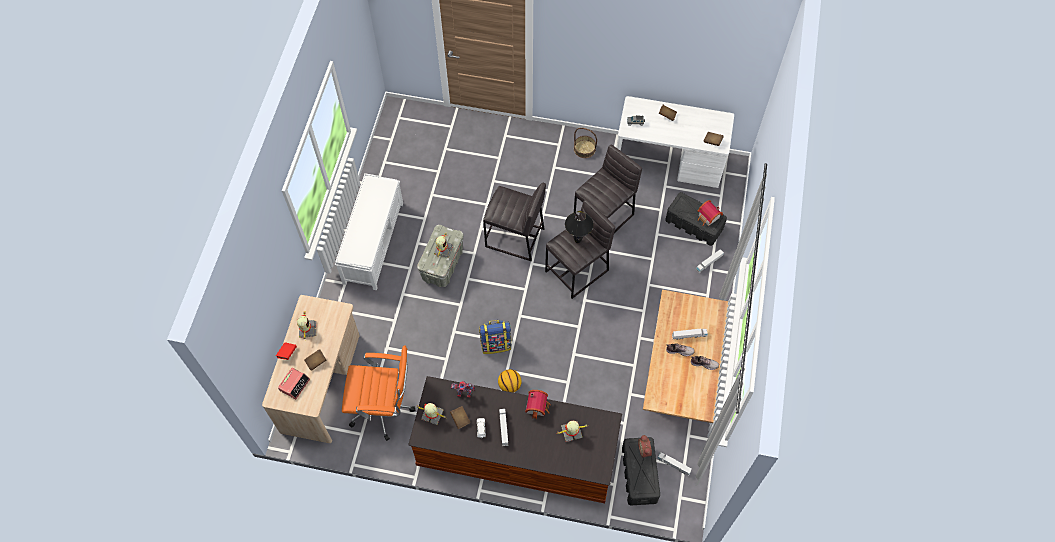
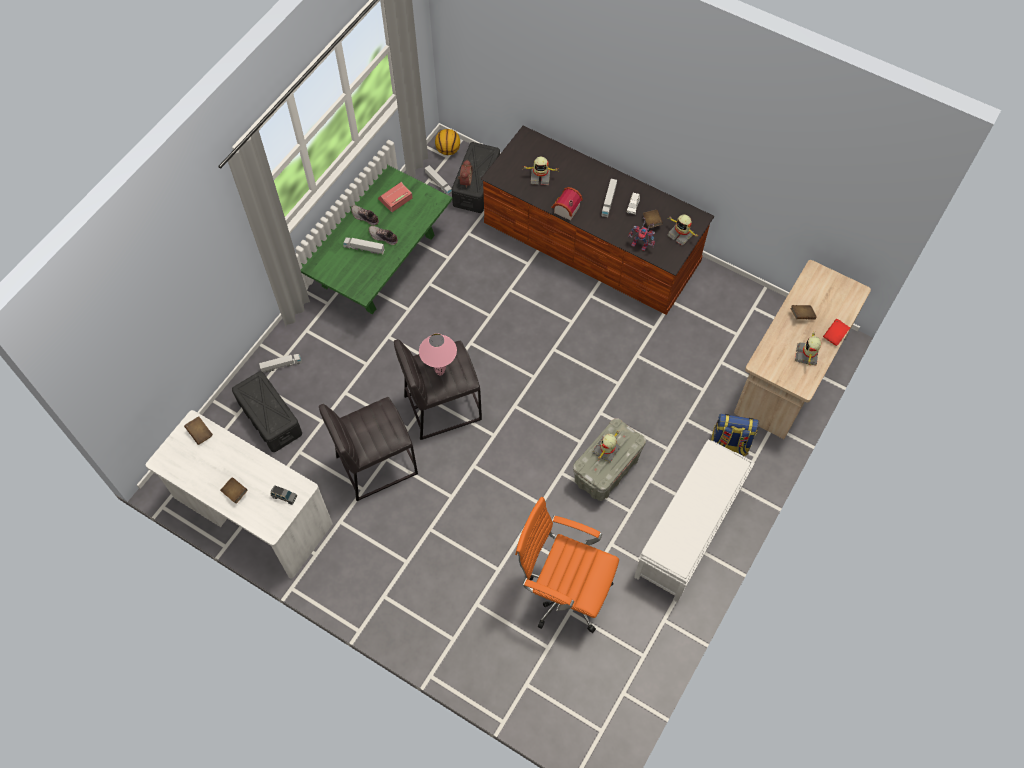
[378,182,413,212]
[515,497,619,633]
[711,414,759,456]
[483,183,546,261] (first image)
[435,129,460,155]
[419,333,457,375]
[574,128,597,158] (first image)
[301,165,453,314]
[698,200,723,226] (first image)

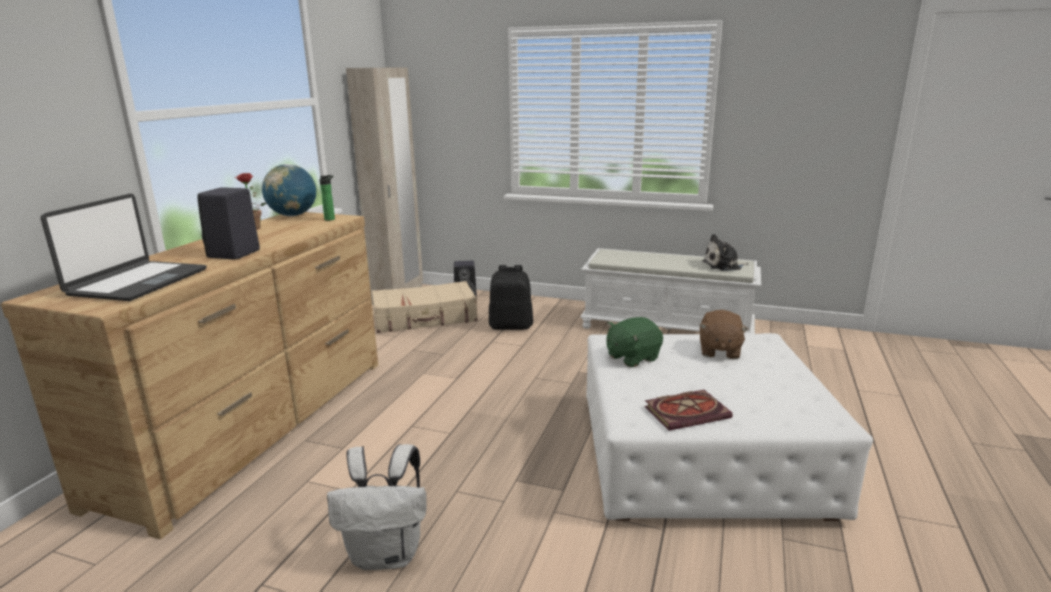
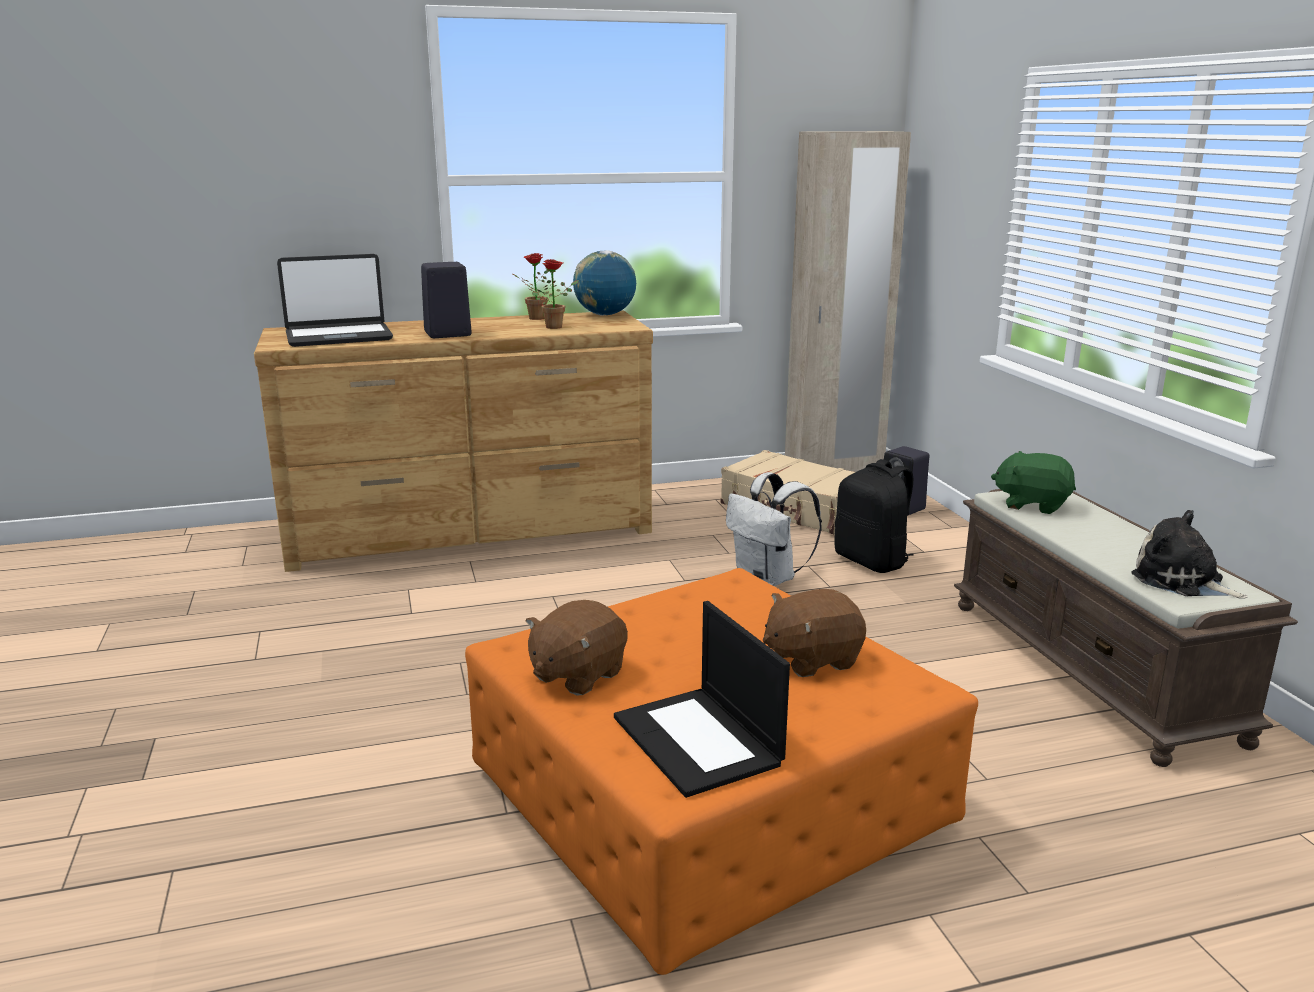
[319,175,335,221] (first image)
[726,472,822,586]
[954,489,1298,767]
[465,568,978,975]
[991,451,1076,514]
[526,600,628,695]
[532,259,579,329]
[614,601,790,798]

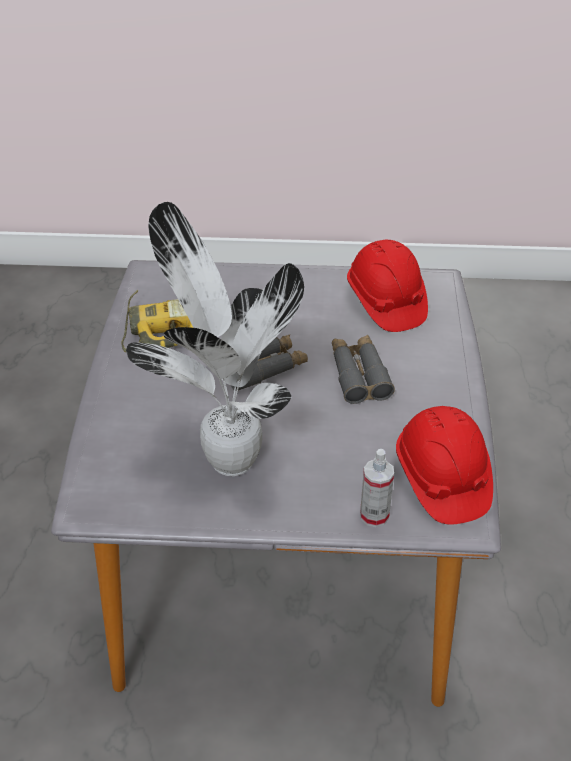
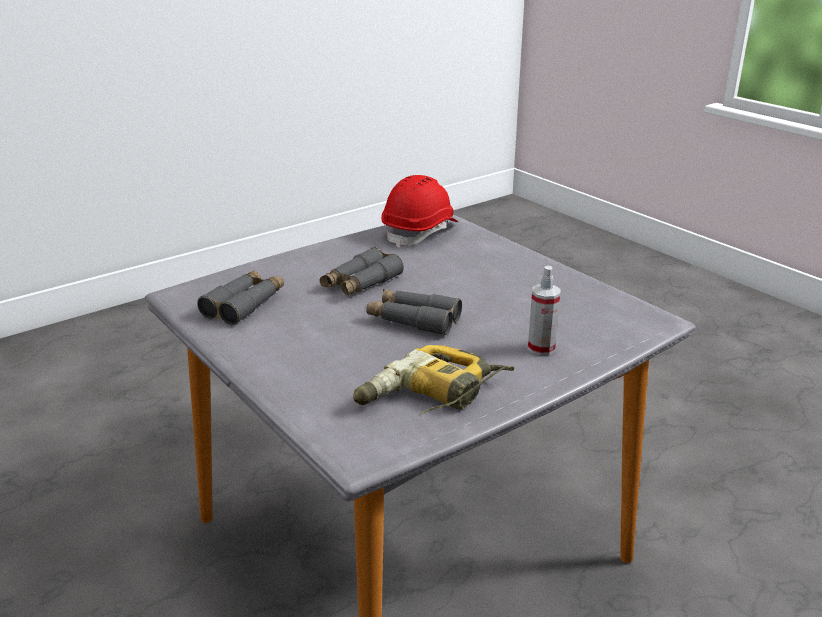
[126,202,304,476] (first image)
[197,271,284,325]
[528,266,561,356]

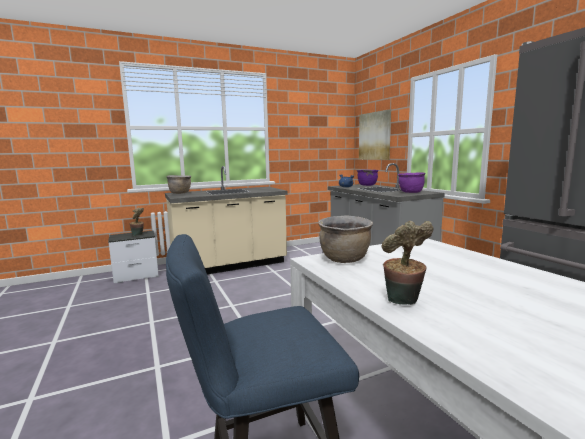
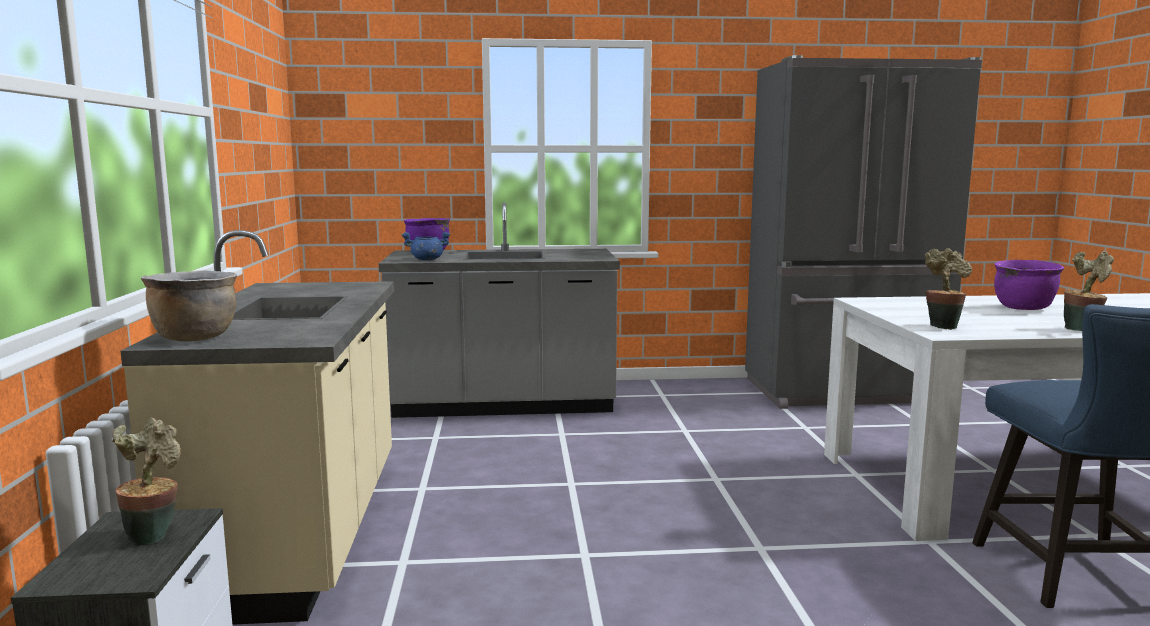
[925,248,972,330]
[359,109,391,160] (first image)
[994,260,1064,310]

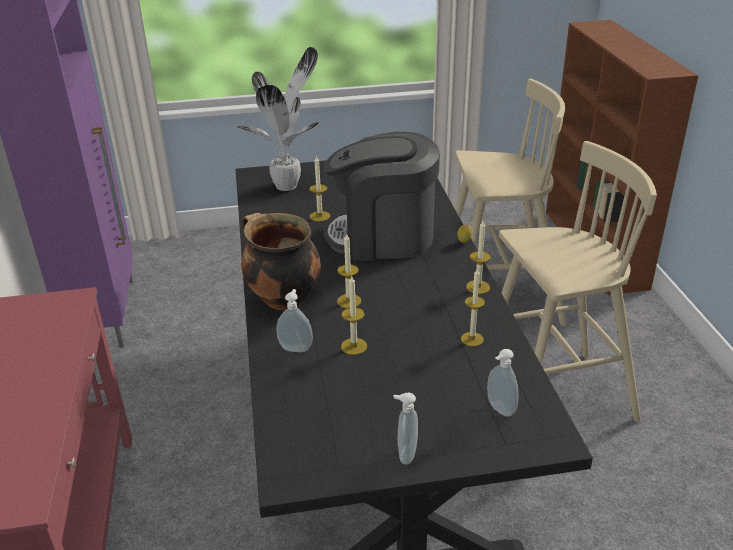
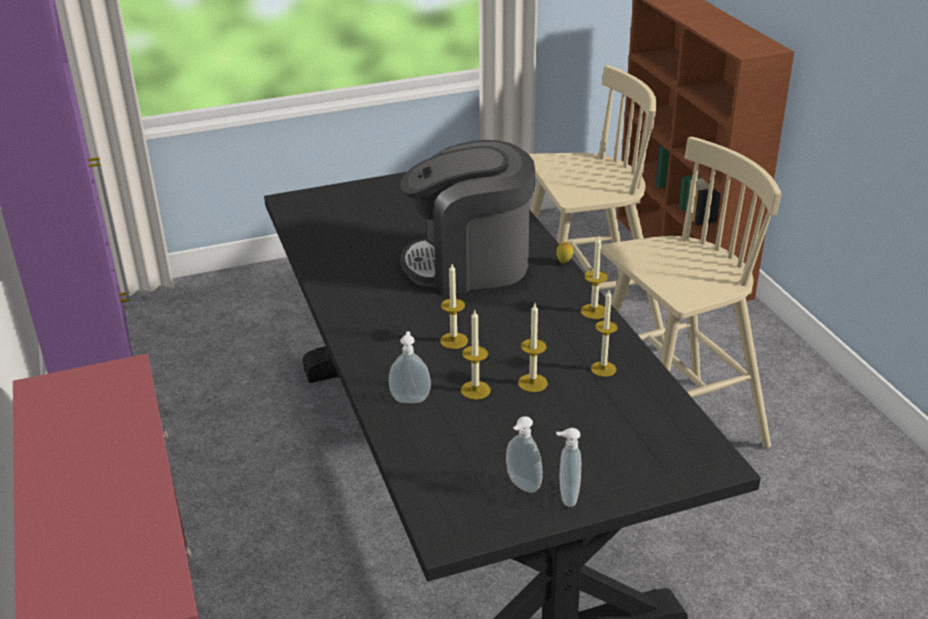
[237,47,320,191] (first image)
[241,213,321,310] (first image)
[518,304,548,392]
[506,416,543,493]

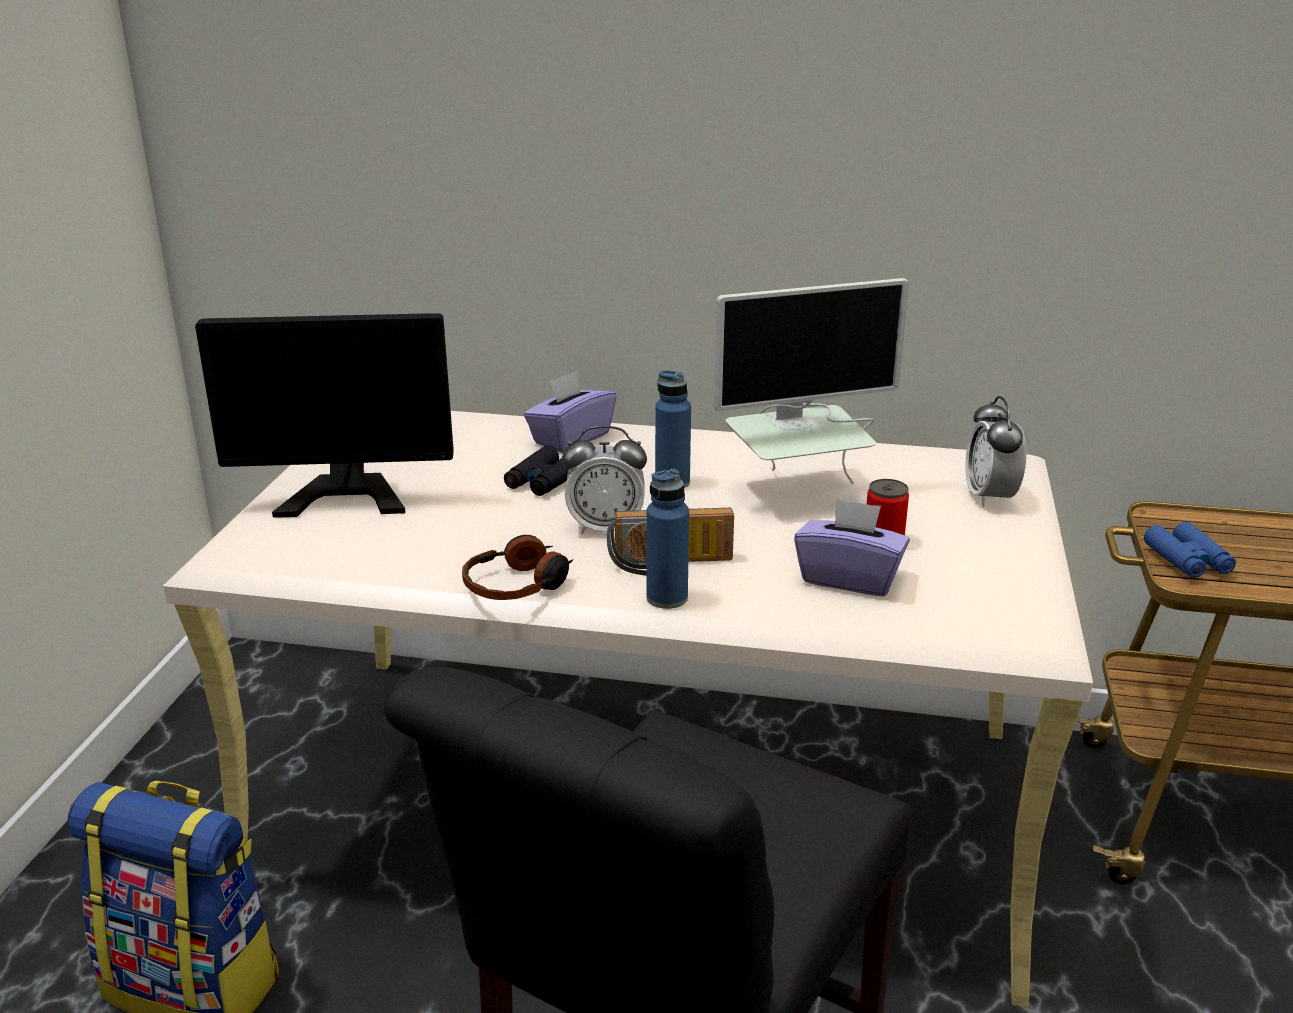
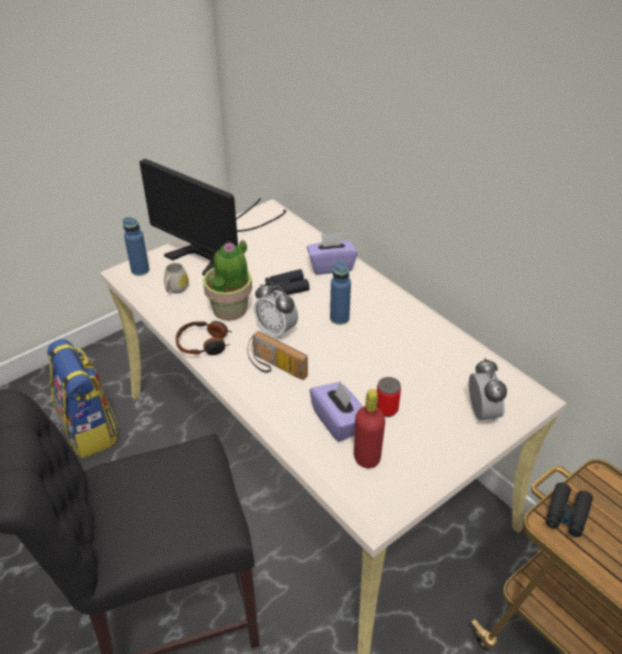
[123,217,149,276]
[713,278,909,484] (first image)
[469,358,507,423]
[546,482,593,537]
[164,263,189,293]
[203,240,252,321]
[354,389,385,468]

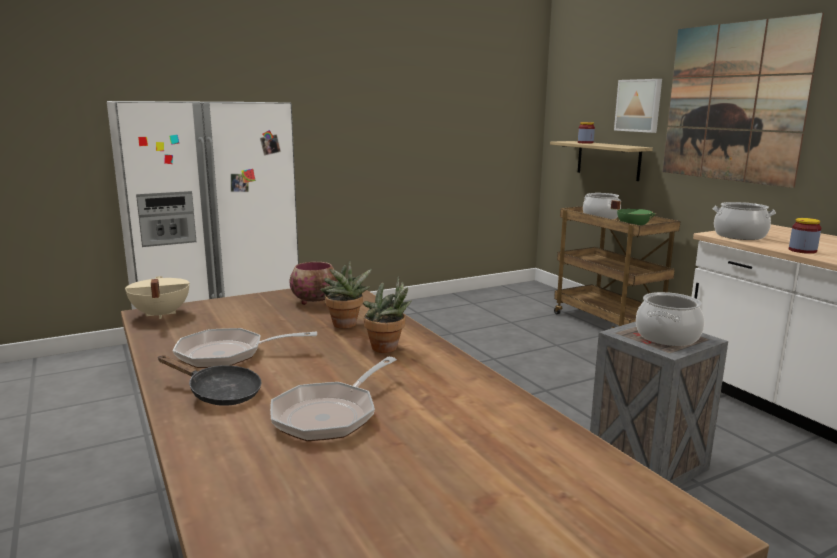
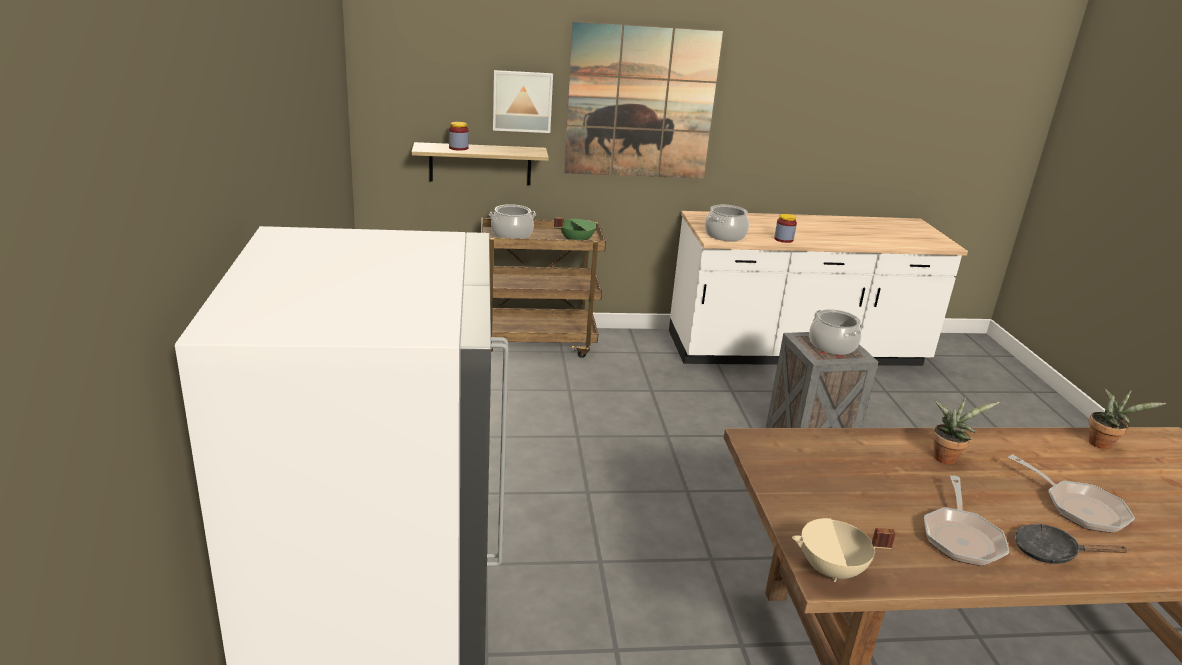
[1015,524,1129,564]
[289,262,338,305] (first image)
[1089,388,1166,449]

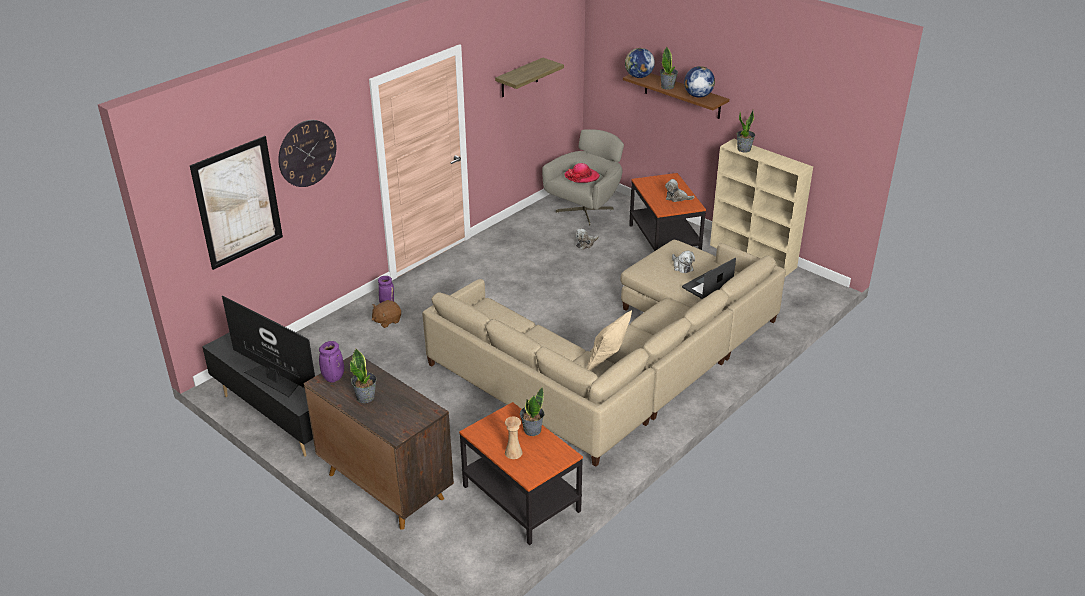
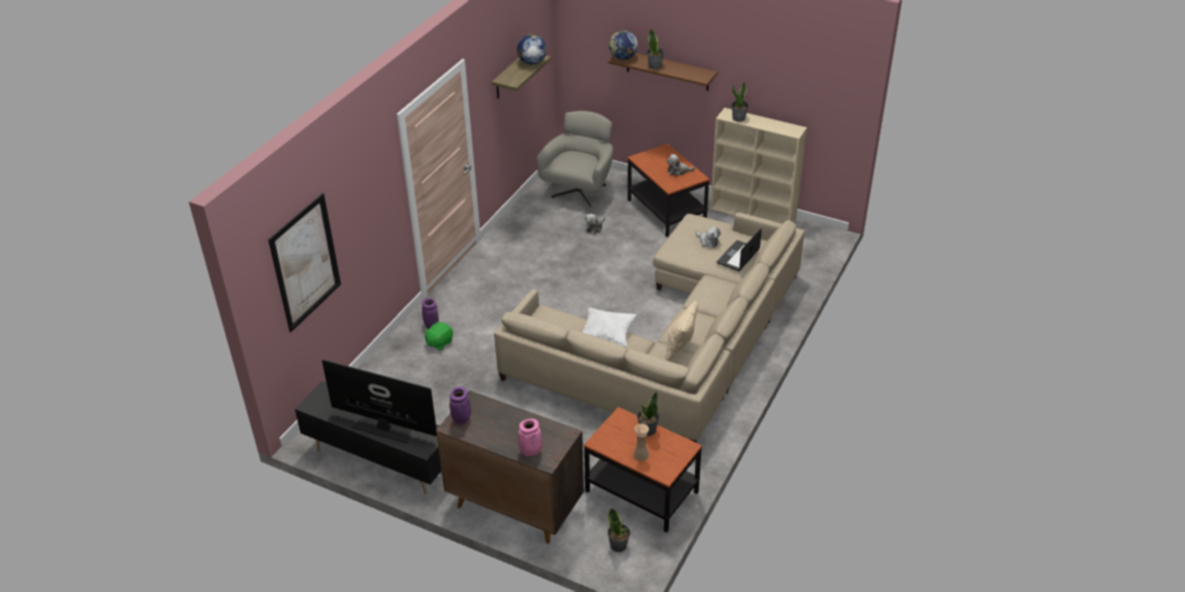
[278,120,336,187] (first image)
[608,508,630,552]
[424,322,453,351]
[564,163,600,183] (first image)
[517,34,547,65]
[518,419,542,456]
[582,308,636,347]

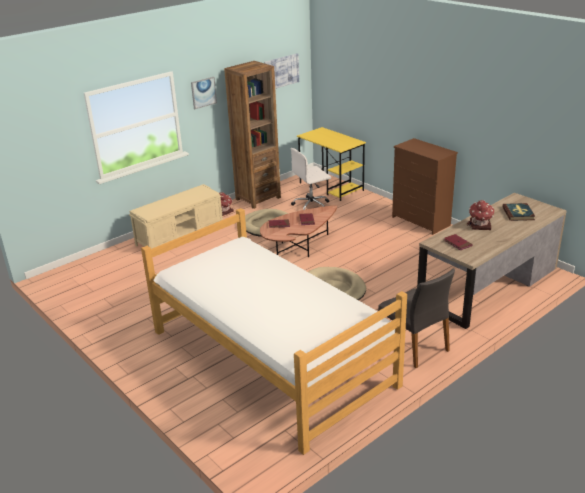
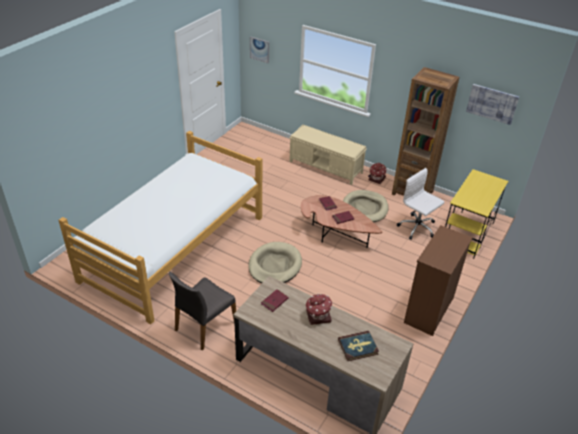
[250,37,269,63]

